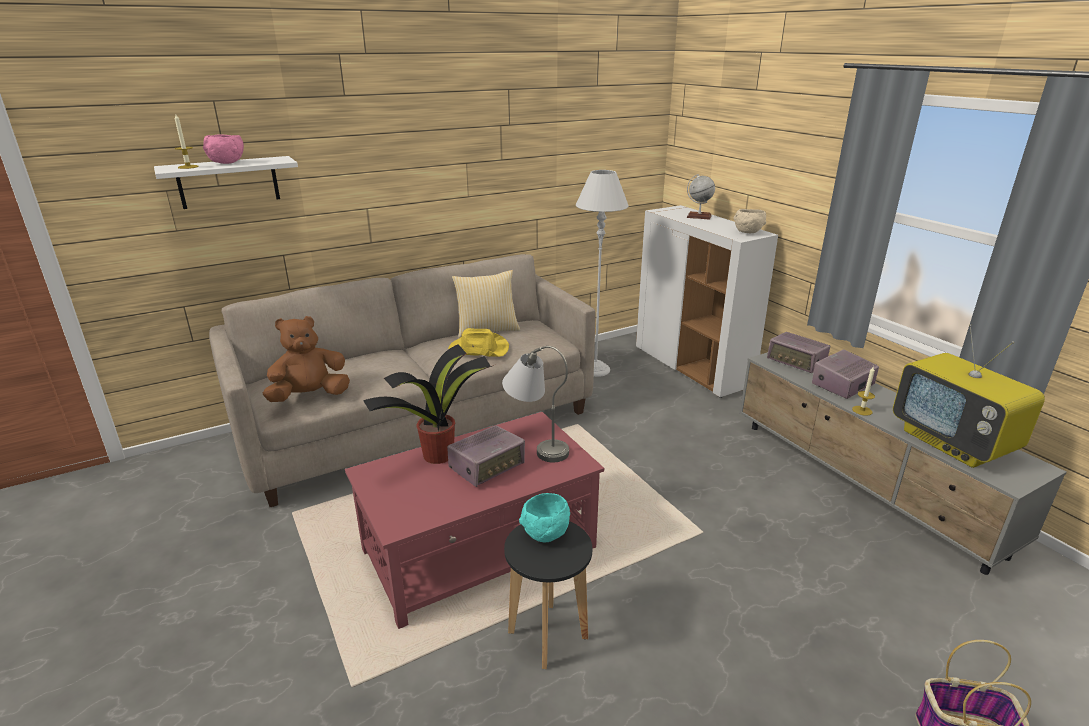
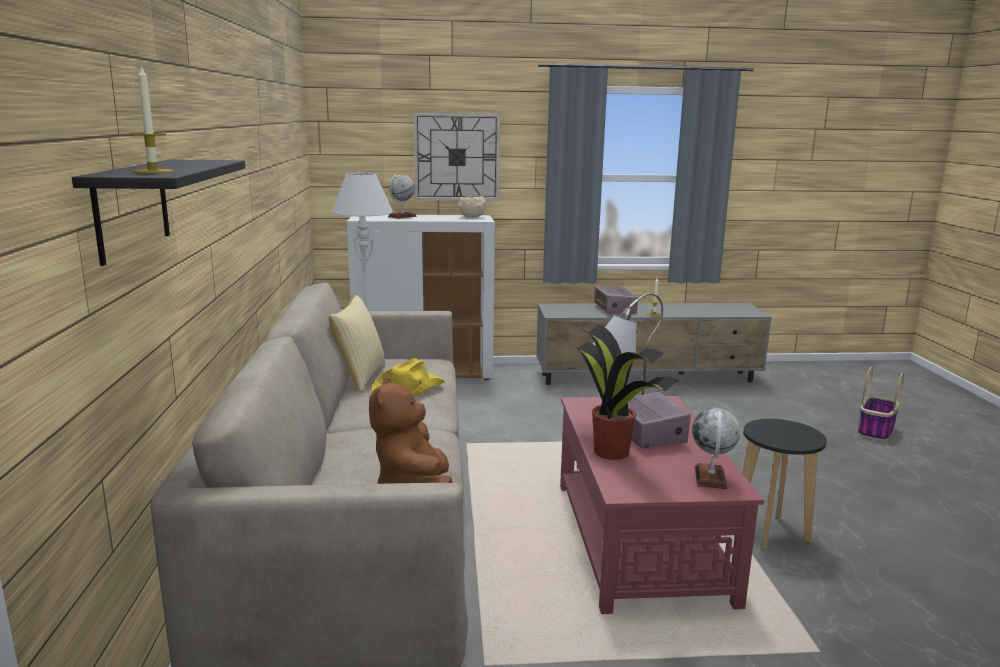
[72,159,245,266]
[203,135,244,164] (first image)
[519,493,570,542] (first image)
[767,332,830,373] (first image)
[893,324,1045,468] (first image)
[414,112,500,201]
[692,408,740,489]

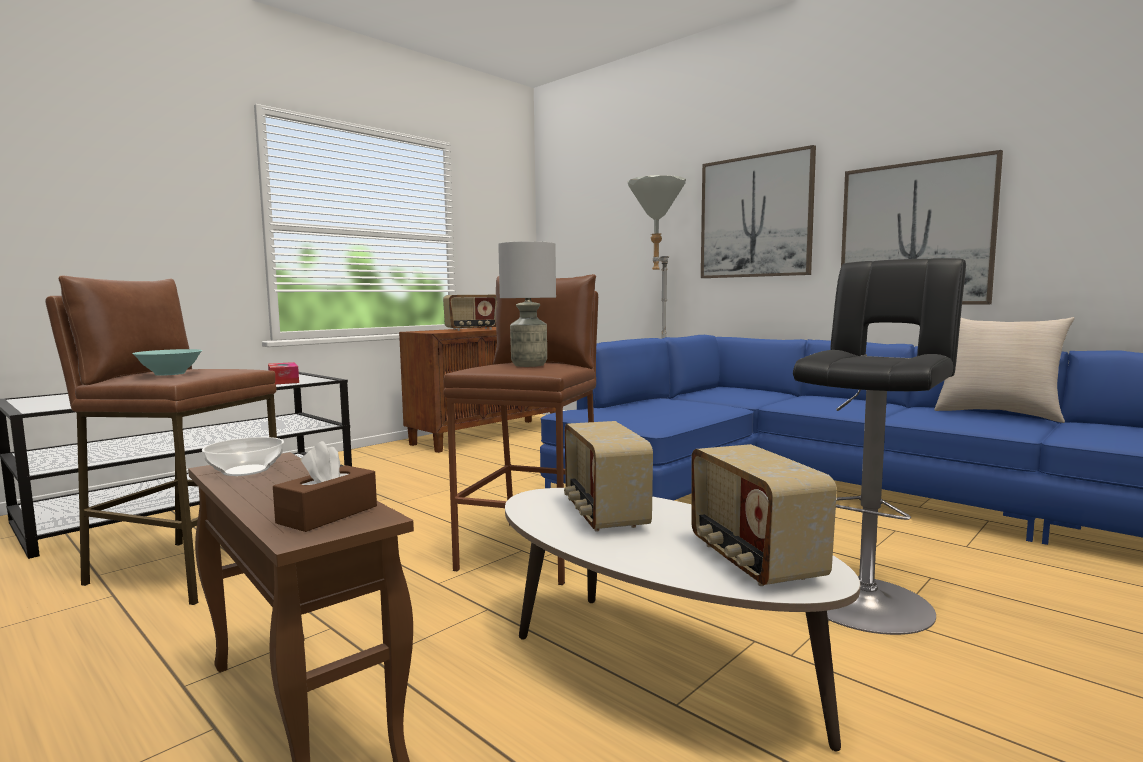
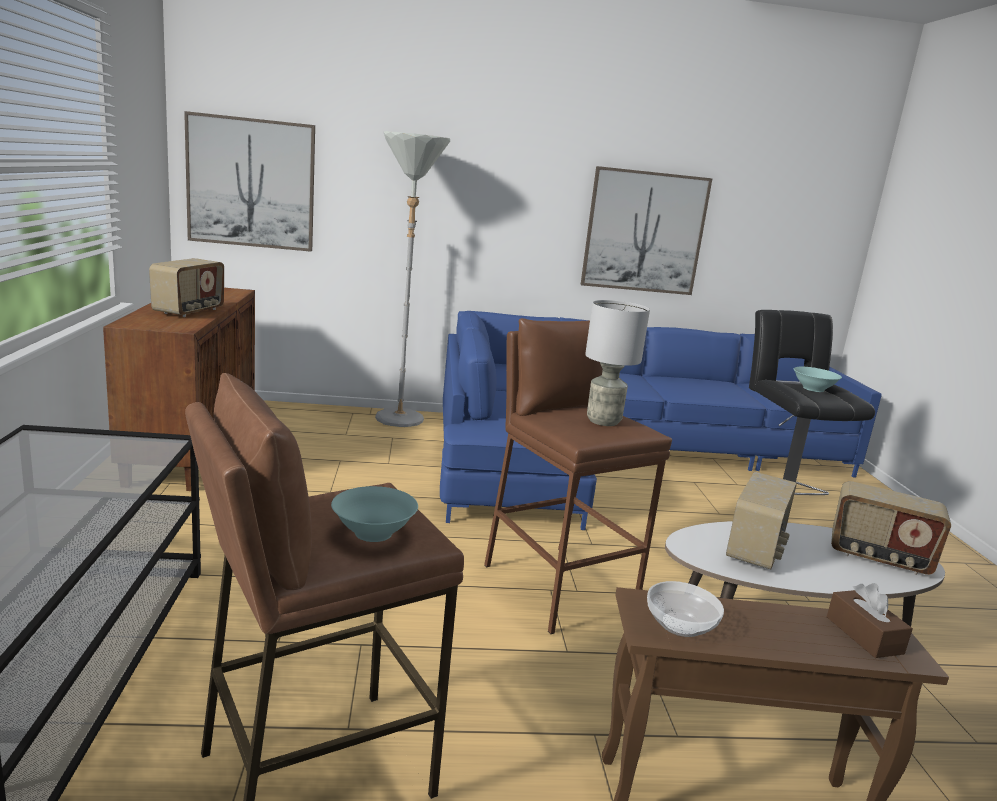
[268,362,299,384] (first image)
[726,472,797,569]
[184,111,315,252]
[934,317,1075,423] (first image)
[793,367,842,392]

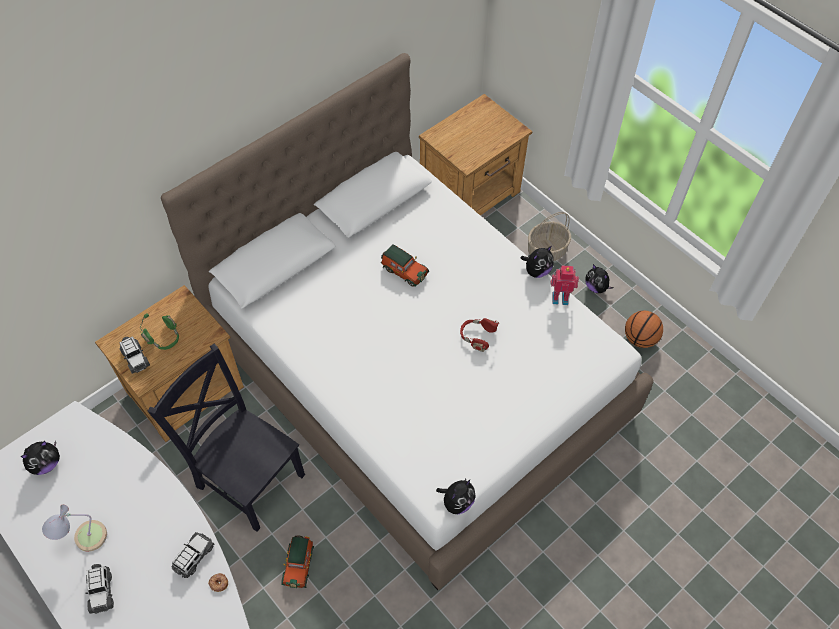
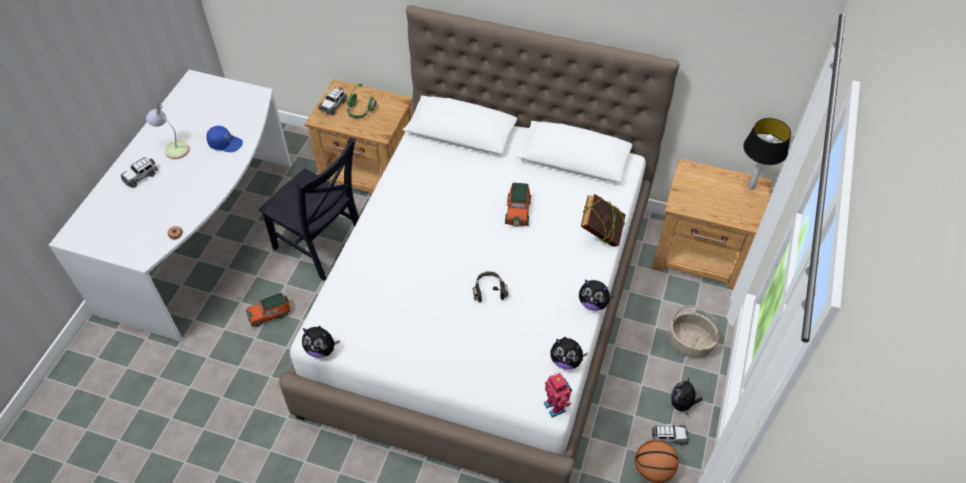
[550,337,587,370]
[259,137,359,281]
[651,423,689,445]
[472,271,508,302]
[544,373,572,418]
[206,125,243,152]
[581,194,625,247]
[743,118,791,190]

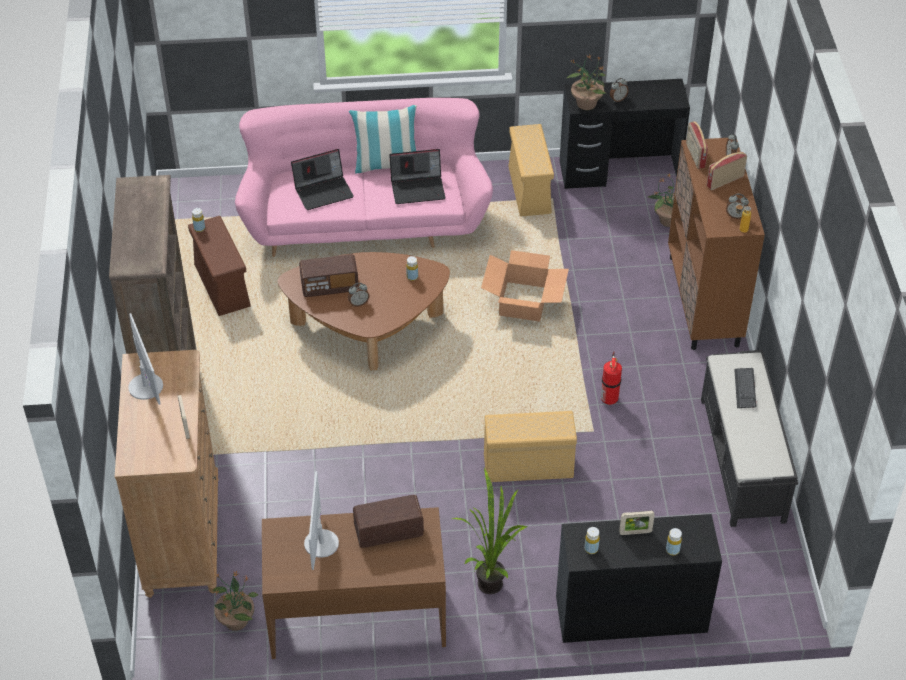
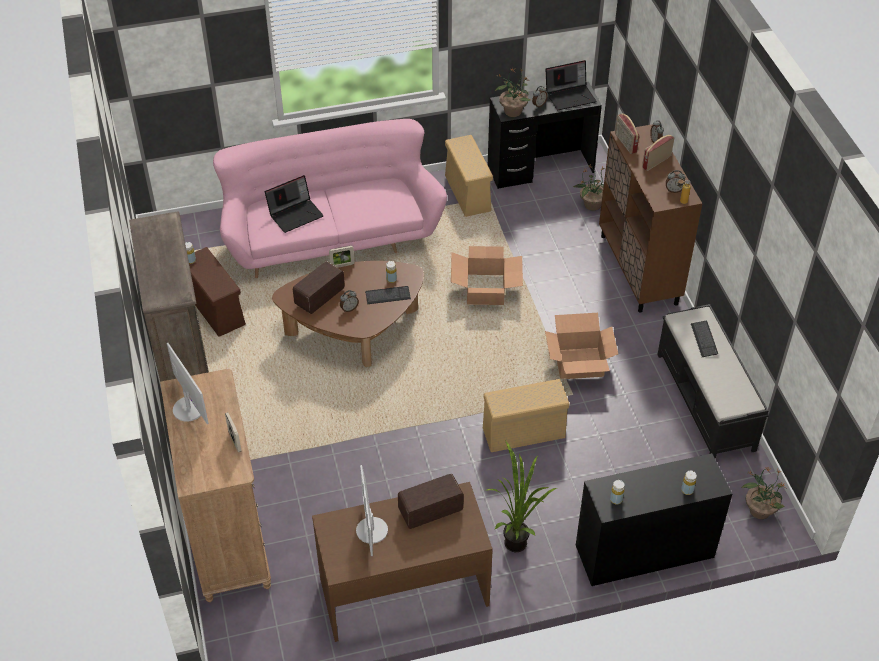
[742,467,786,519]
[293,261,345,314]
[349,105,417,174] (first image)
[545,60,596,110]
[545,313,618,379]
[329,246,354,268]
[365,286,411,304]

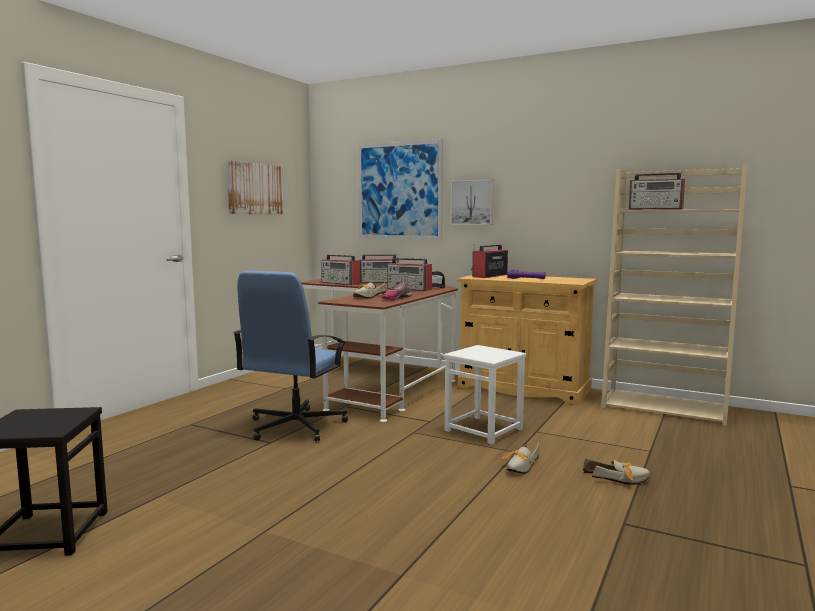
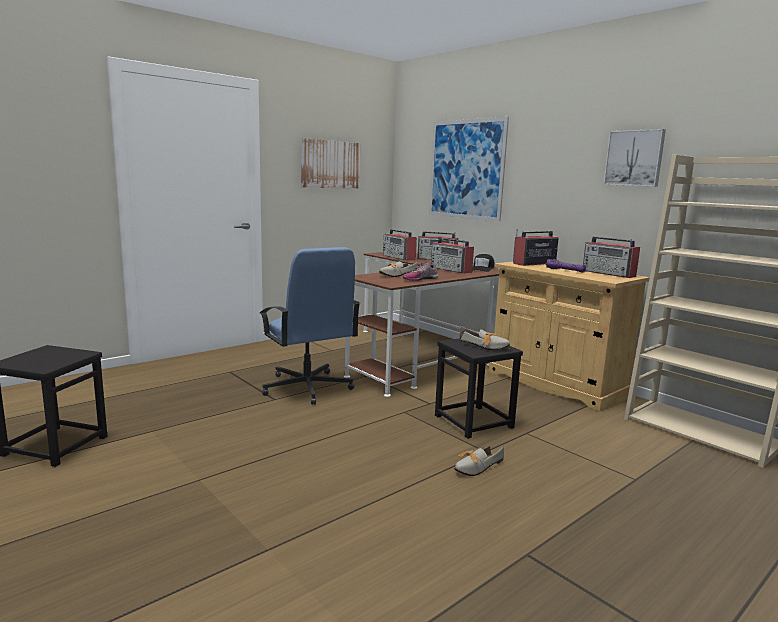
[260,247,360,405]
[435,338,523,439]
[603,129,666,186]
[460,326,510,350]
[583,237,640,278]

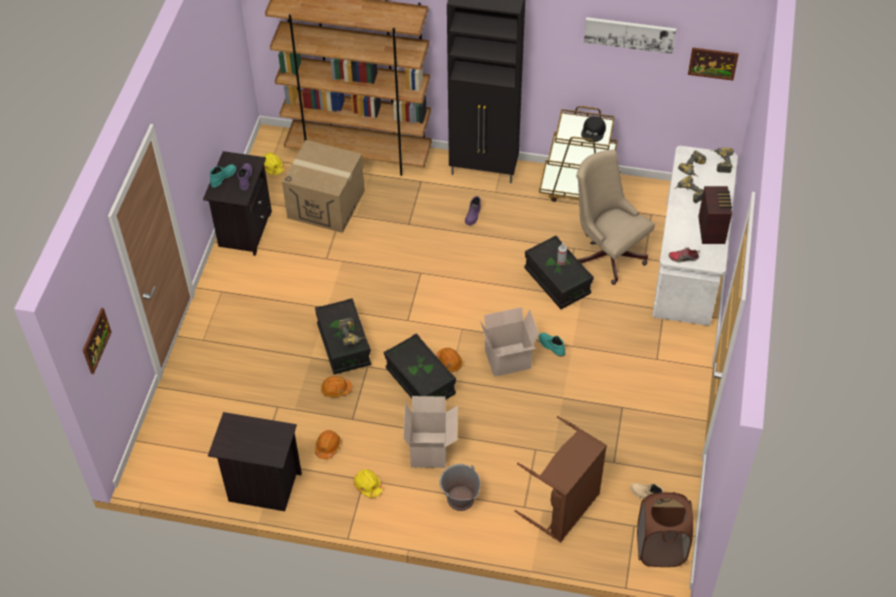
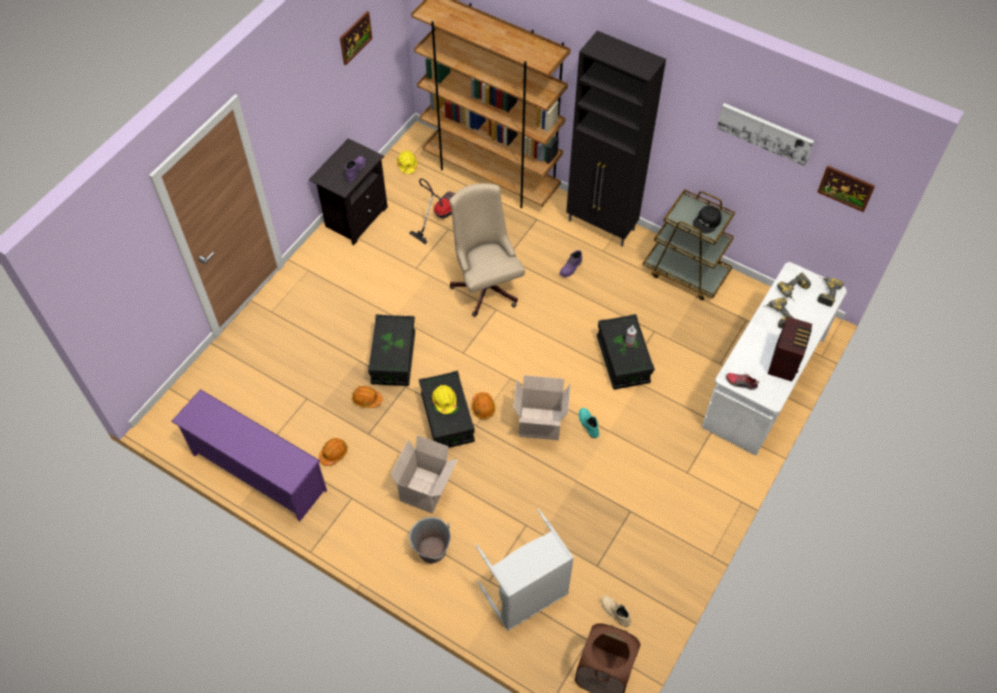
[340,11,372,66]
[171,389,327,521]
[210,164,236,188] (first image)
[409,178,455,244]
[338,318,366,346] (first image)
[432,385,457,414]
[475,509,574,631]
[449,183,525,317]

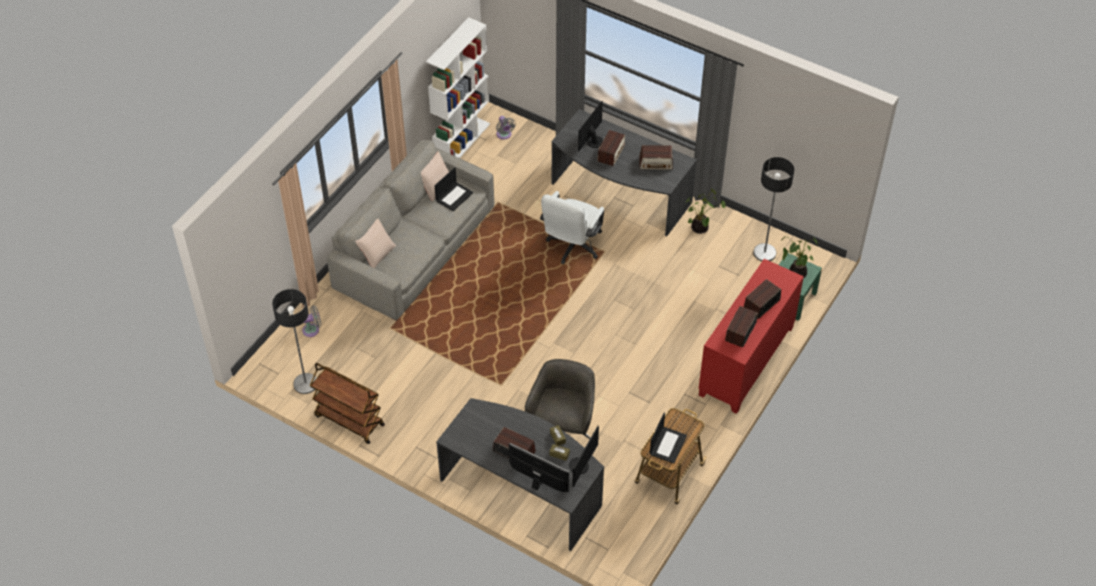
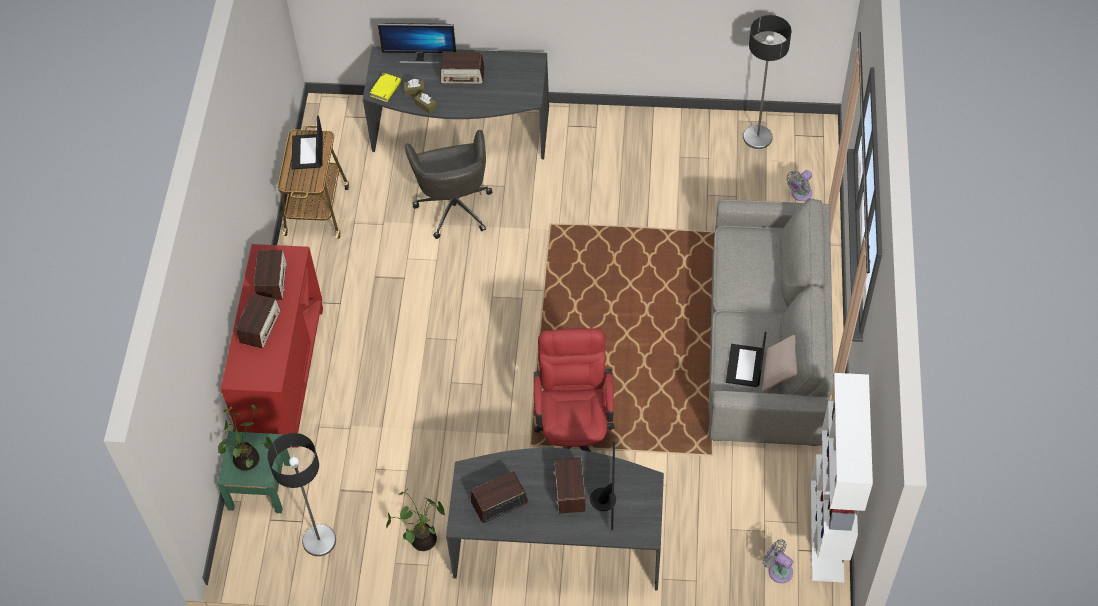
[310,363,385,444] (first image)
[355,219,396,268] (first image)
[534,328,615,452]
[370,73,401,102]

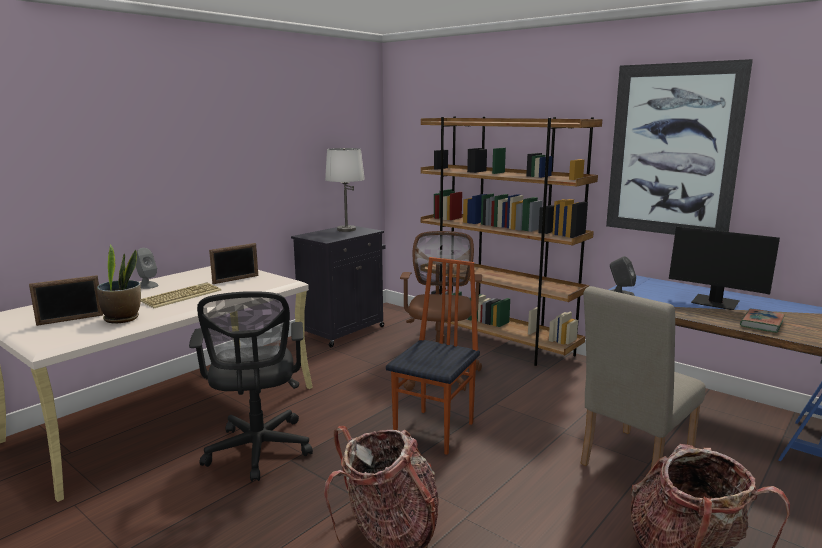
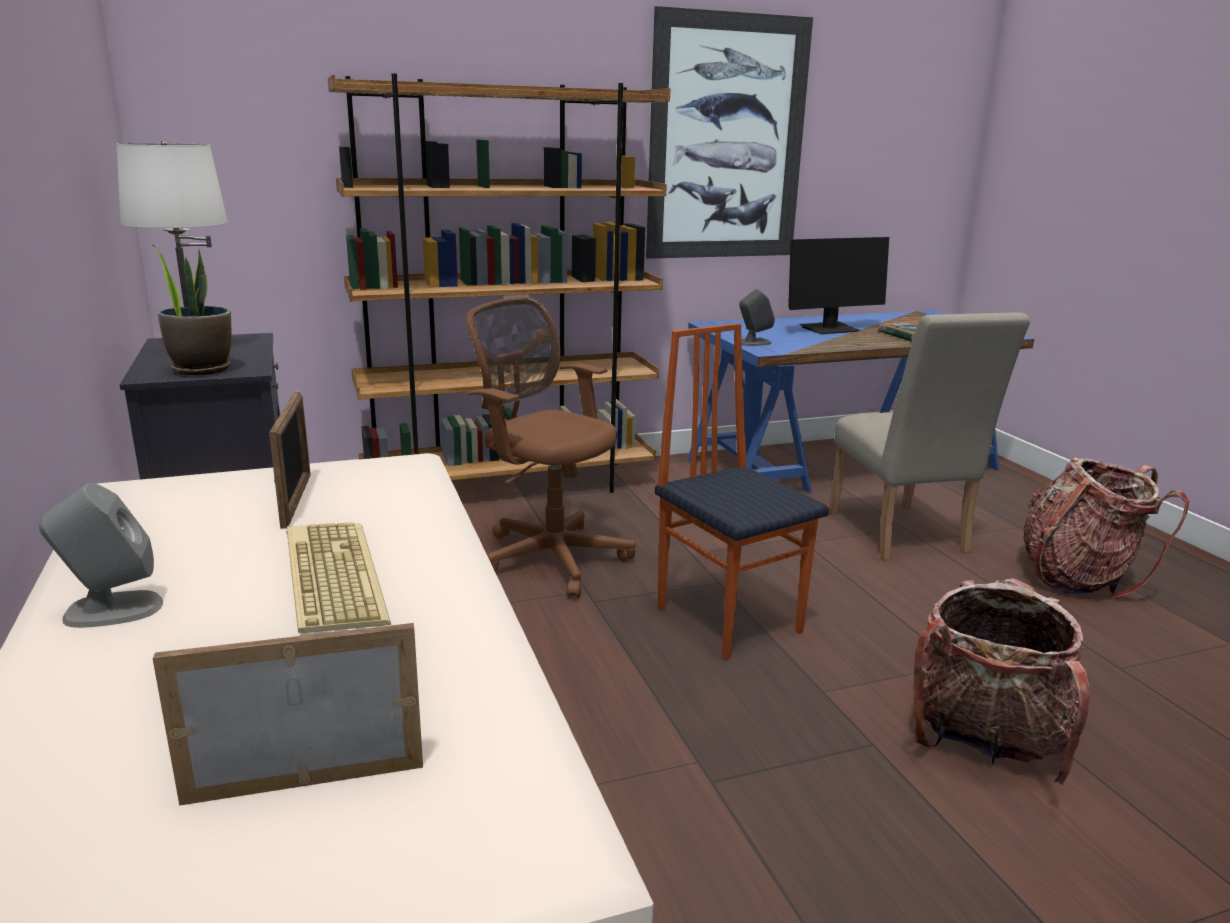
[153,623,423,806]
[152,244,232,375]
[189,291,313,482] (first image)

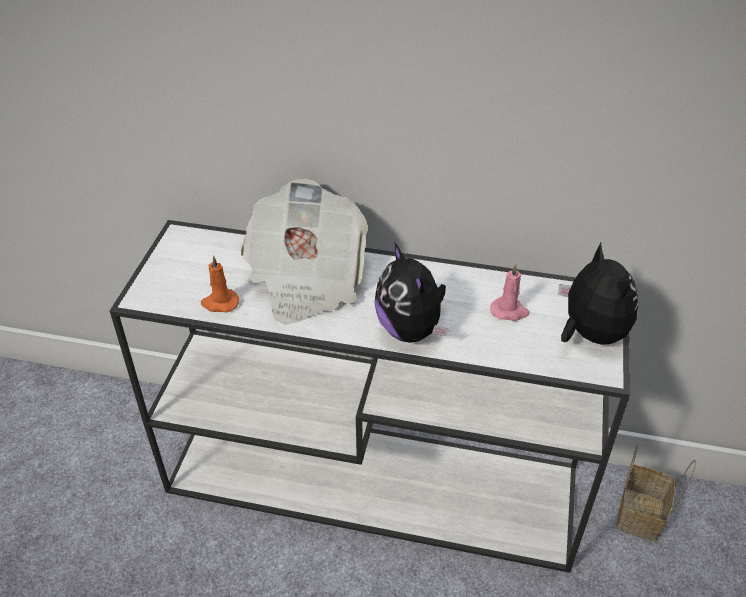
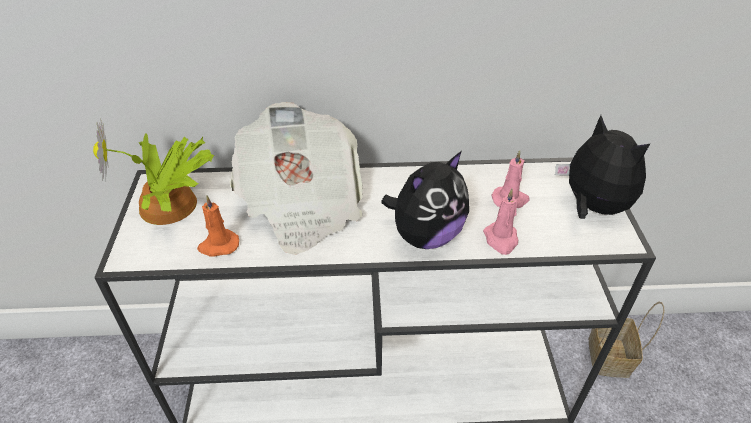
[381,151,469,249]
[93,118,214,225]
[483,189,518,255]

